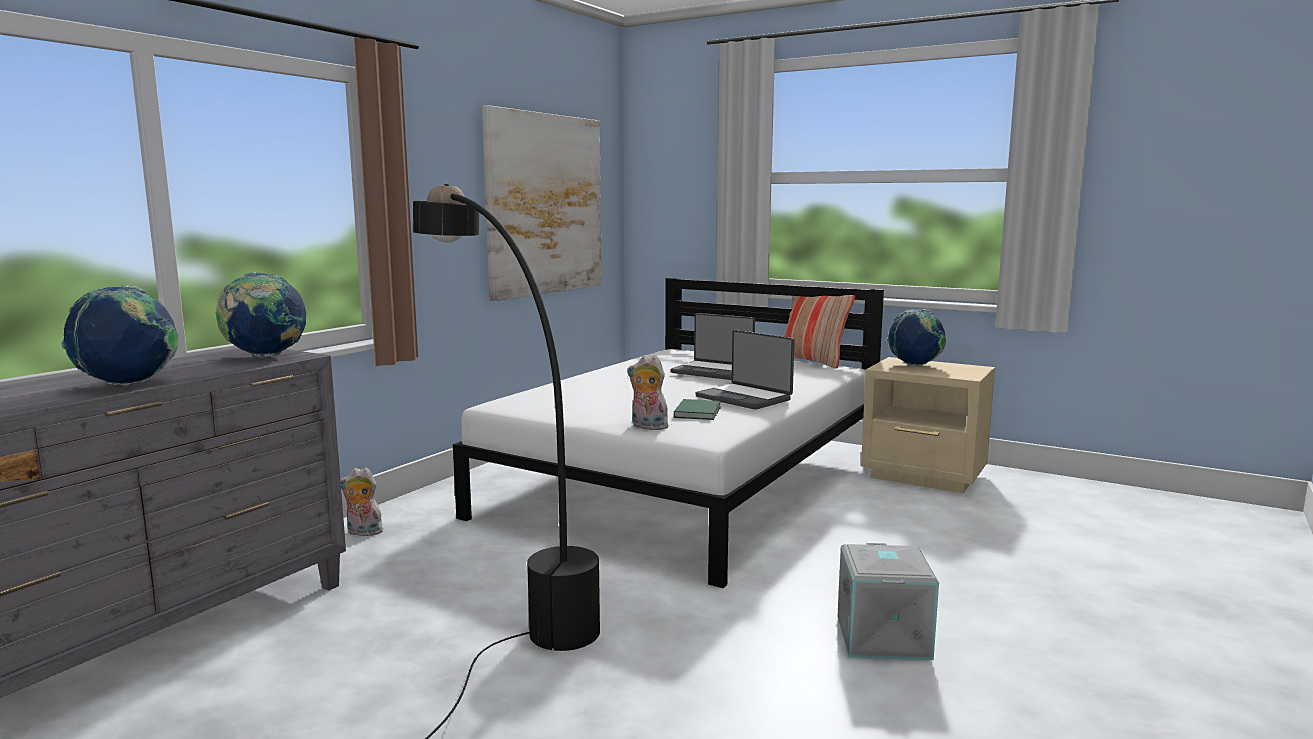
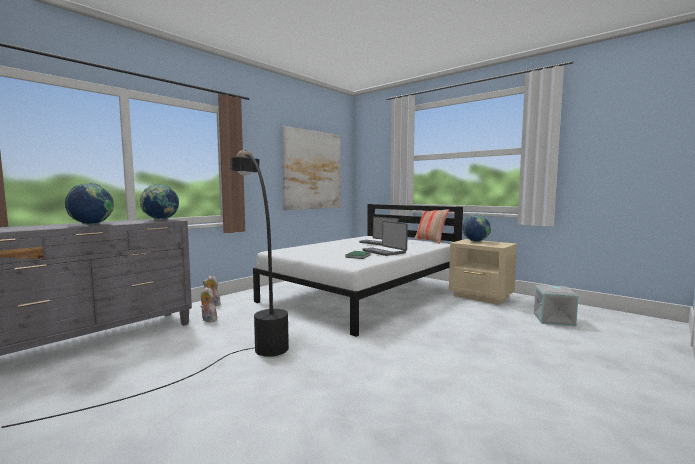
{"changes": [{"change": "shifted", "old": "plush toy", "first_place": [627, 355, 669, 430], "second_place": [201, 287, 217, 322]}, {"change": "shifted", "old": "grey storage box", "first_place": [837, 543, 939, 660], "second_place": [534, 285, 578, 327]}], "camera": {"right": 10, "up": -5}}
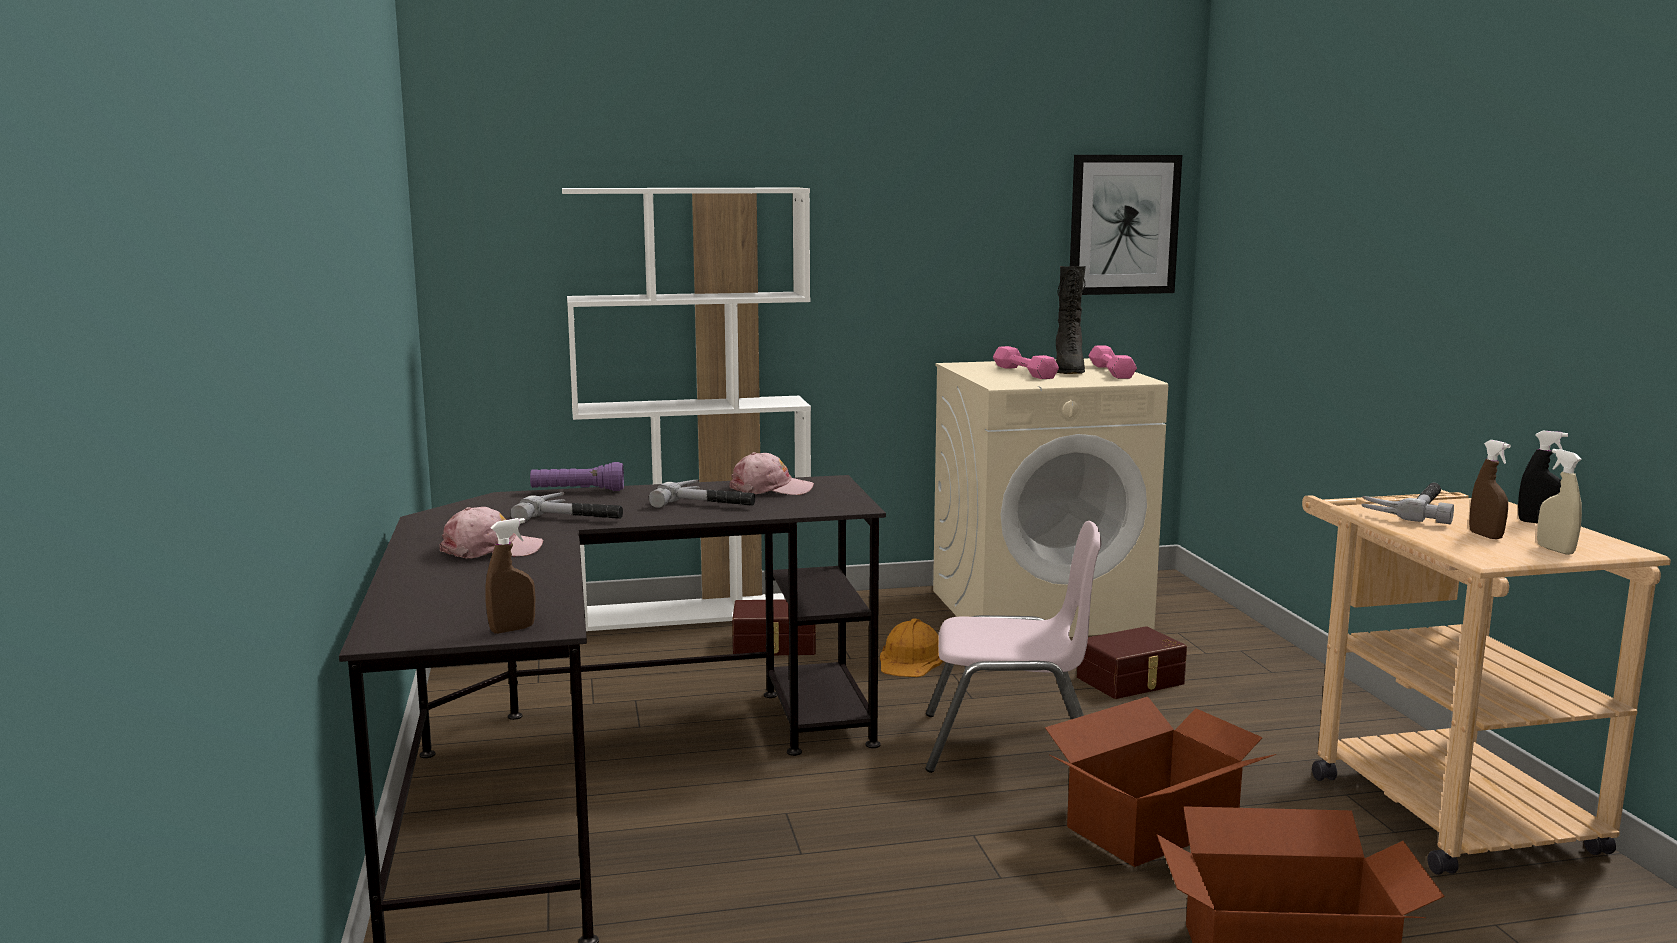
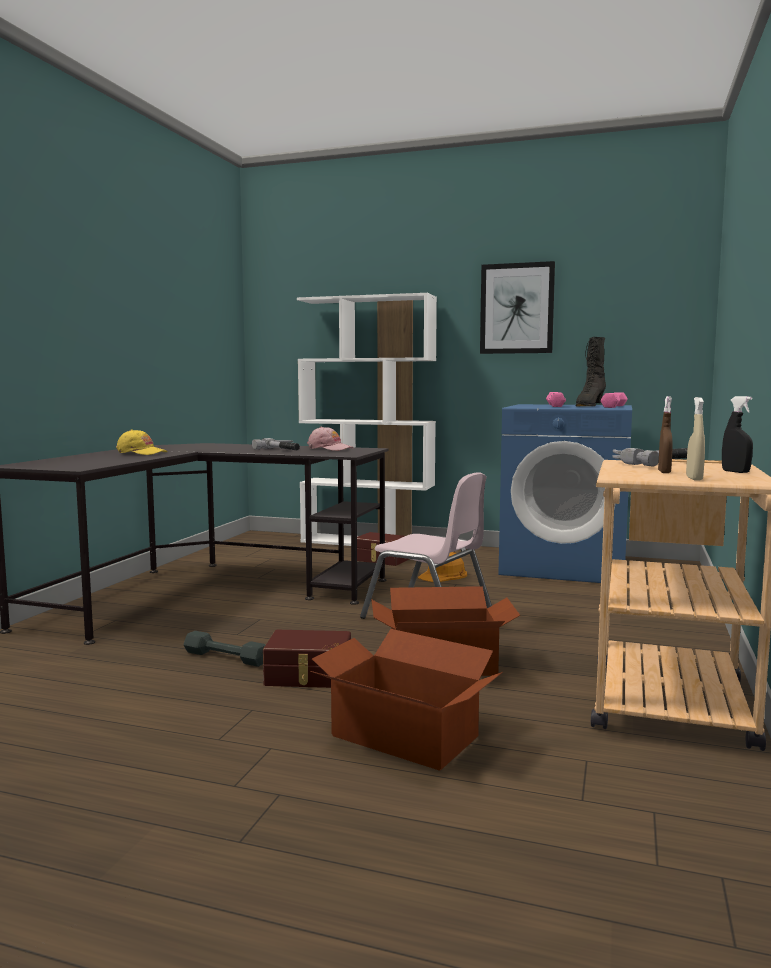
{"changes": [{"change": "repainted", "old": "pink cap", "new": "yellow cap", "first_place": [440, 507, 543, 558], "second_place": [116, 429, 168, 455]}, {"change": "new", "new": "grey dumbbell", "second_place": [183, 631, 265, 667]}, {"change": "shifted", "old": "brown storage box", "first_place": [1077, 626, 1187, 699], "second_place": [263, 630, 351, 688]}, {"change": "shifted", "old": "picture", "first_place": [1070, 155, 1182, 295], "second_place": [480, 261, 555, 354]}, {"change": "repainted", "old": "beige washing machine", "new": "blue washing machine", "first_place": [933, 358, 1168, 637], "second_place": [499, 404, 632, 583]}, {"change": "gone", "old": "brown spray bottle", "first_place": [485, 518, 535, 634]}, {"change": "gone", "old": "hammer", "first_place": [510, 492, 623, 522]}, {"change": "gone", "old": "purple flashlight", "first_place": [530, 462, 624, 491]}], "camera": {"right": 30, "up": -5}}
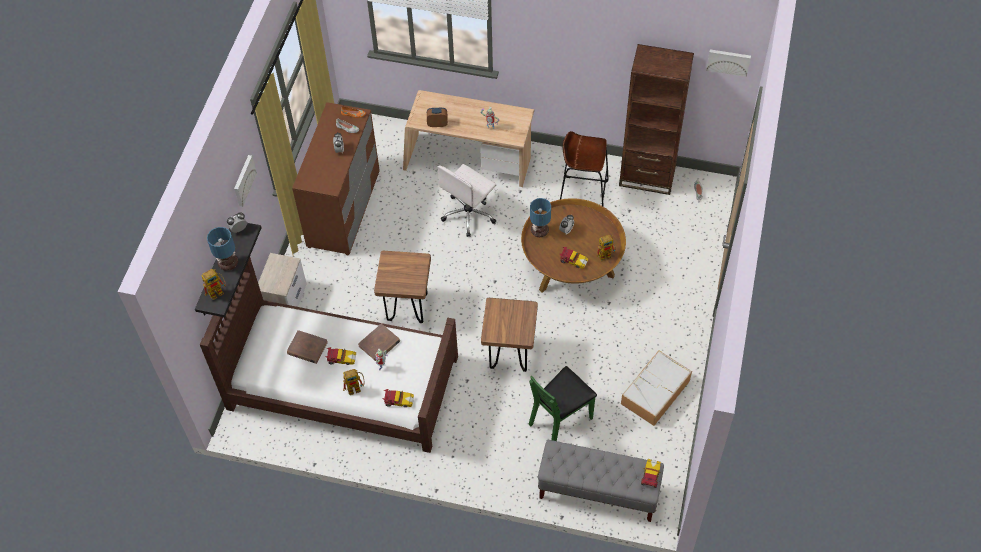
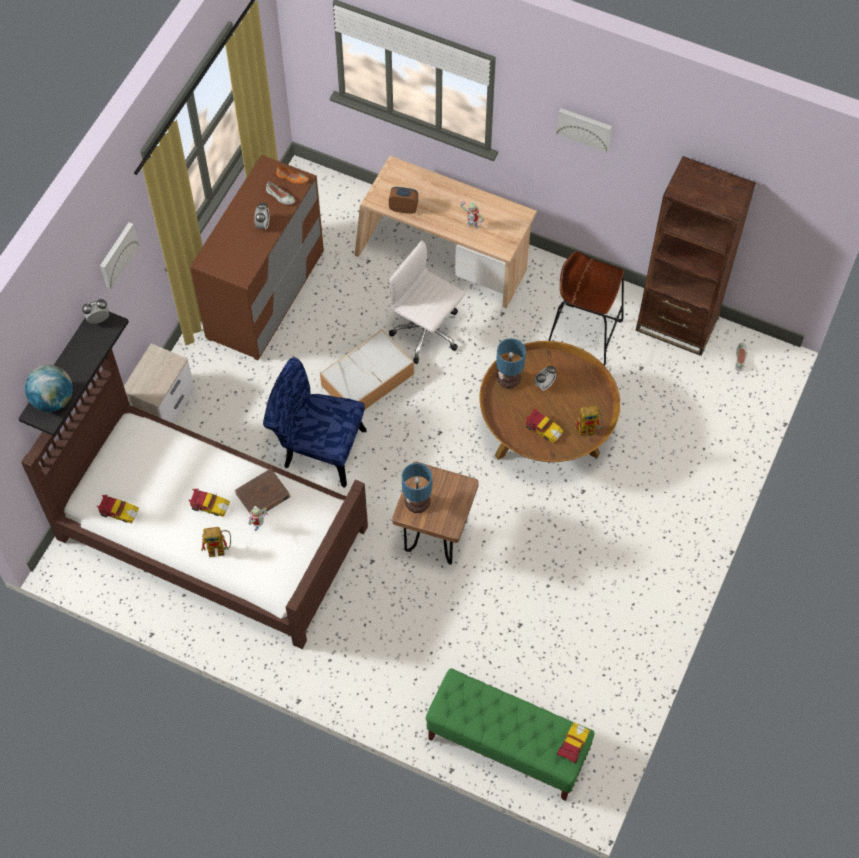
{"changes": [{"change": "swapped", "old": "toy robot", "new": "globe", "first_place": [201, 269, 226, 300], "second_place": [25, 365, 73, 412]}, {"change": "shifted", "old": "toy car", "first_place": [383, 389, 414, 407], "second_place": [97, 495, 139, 523]}, {"change": "swapped", "old": "brown stool", "new": "blue chair", "first_place": [374, 251, 431, 323], "second_place": [263, 357, 366, 488]}, {"change": "shifted", "old": "storage box", "first_place": [621, 350, 692, 426], "second_place": [320, 329, 414, 409]}, {"change": "rotated", "old": "white office chair", "first_place": [437, 164, 496, 237], "second_place": [389, 240, 465, 364], "degrees": 75}, {"change": "shifted", "old": "table lamp", "first_place": [207, 227, 238, 271], "second_place": [402, 463, 432, 513]}, {"change": "repainted", "old": "grey bench", "new": "green bench", "first_place": [538, 440, 664, 522], "second_place": [426, 668, 595, 801]}, {"change": "shifted", "old": "picture", "first_place": [706, 49, 751, 77], "second_place": [556, 108, 612, 152]}, {"change": "gone", "old": "brown book", "first_place": [287, 330, 328, 364]}, {"change": "gone", "old": "green chair", "first_place": [529, 366, 597, 441]}], "camera": {"right": 10, "up": 5}}
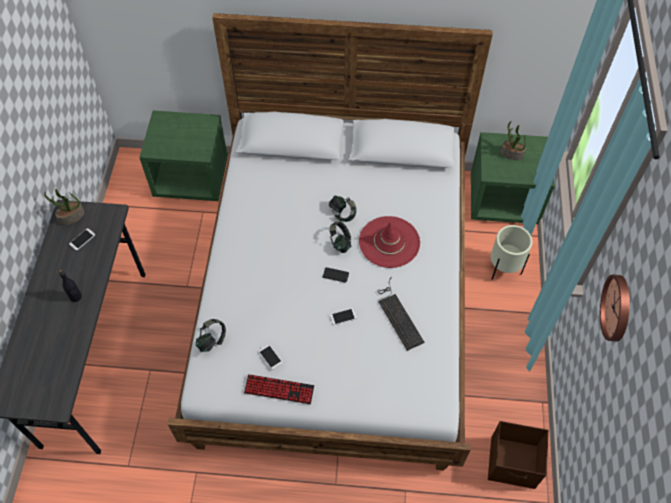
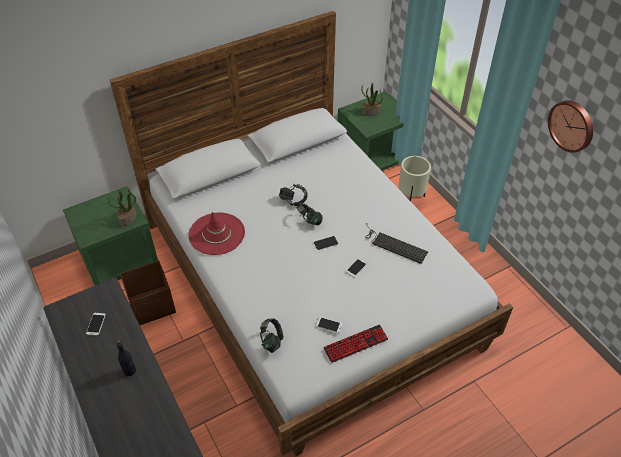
{"changes": [{"change": "shifted", "old": "potted plant", "first_place": [44, 189, 84, 225], "second_place": [108, 189, 136, 227]}, {"change": "shifted", "old": "brown storage box", "first_place": [488, 421, 549, 489], "second_place": [120, 261, 176, 325]}, {"change": "shifted", "old": "red hat", "first_place": [359, 216, 420, 268], "second_place": [188, 212, 245, 255]}], "camera": {"right": -35, "up": -10}}
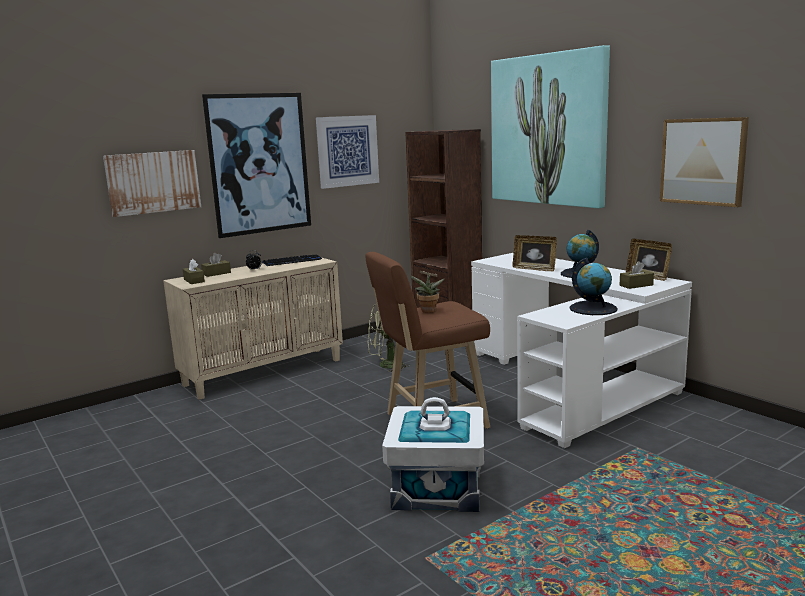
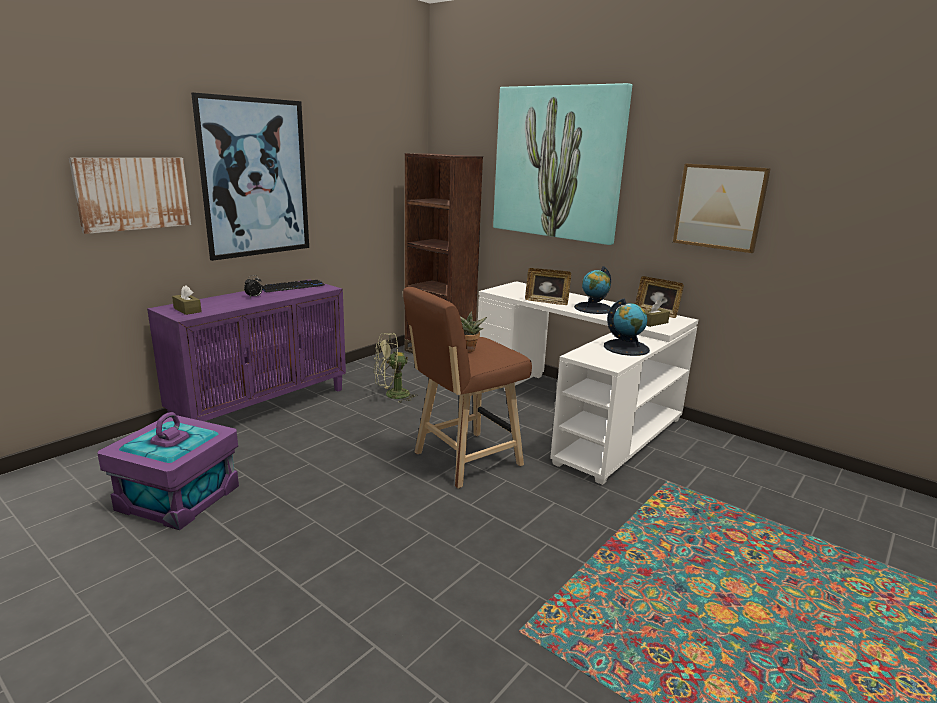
{"changes": [{"change": "new", "new": "purple storage box", "second_place": [97, 412, 239, 530]}, {"change": "repainted", "old": "beige cabinet", "new": "purple cabinet", "first_place": [163, 255, 343, 400], "second_place": [147, 279, 346, 421]}, {"change": "gone", "old": "brown tissue box", "first_place": [201, 253, 231, 277]}, {"change": "gone", "old": "picture", "first_place": [316, 115, 379, 189]}, {"change": "gone", "old": "white storage box", "first_place": [382, 397, 484, 512]}], "camera": {"right": -15, "up": 5}}
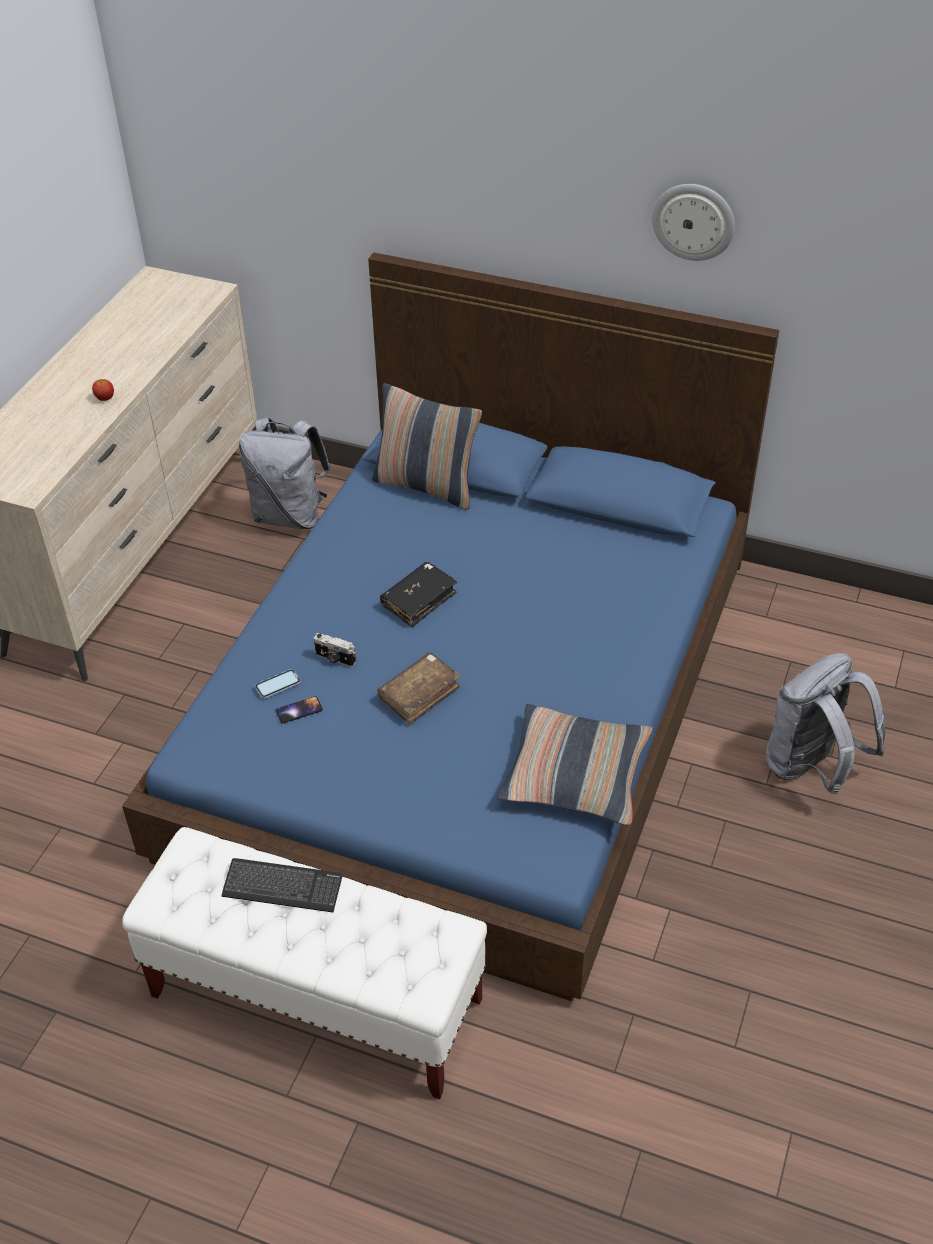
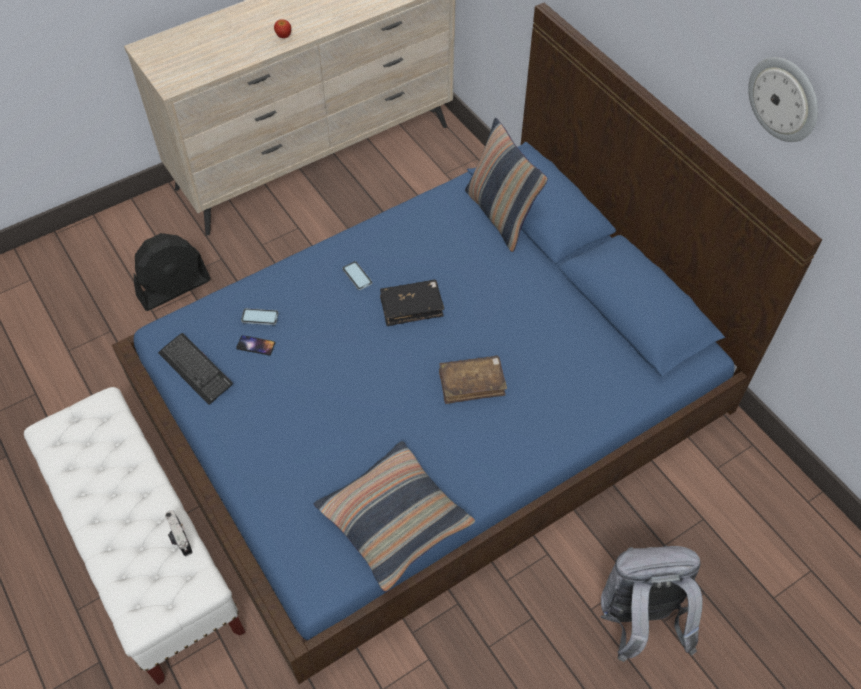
{"changes": [{"change": "new", "new": "black fan", "second_place": [134, 233, 211, 311]}, {"change": "shifted", "old": "keyboard", "first_place": [221, 858, 342, 912], "second_place": [158, 333, 233, 405]}, {"change": "shifted", "old": "photo camera", "first_place": [314, 633, 356, 667], "second_place": [165, 510, 193, 556]}, {"change": "new", "new": "phone", "second_place": [342, 261, 373, 290]}, {"change": "shifted", "old": "brown book", "first_place": [378, 653, 461, 725], "second_place": [439, 355, 507, 404]}, {"change": "gone", "old": "grey backpack", "first_place": [239, 417, 331, 529]}], "camera": {"right": 35, "up": 10}}
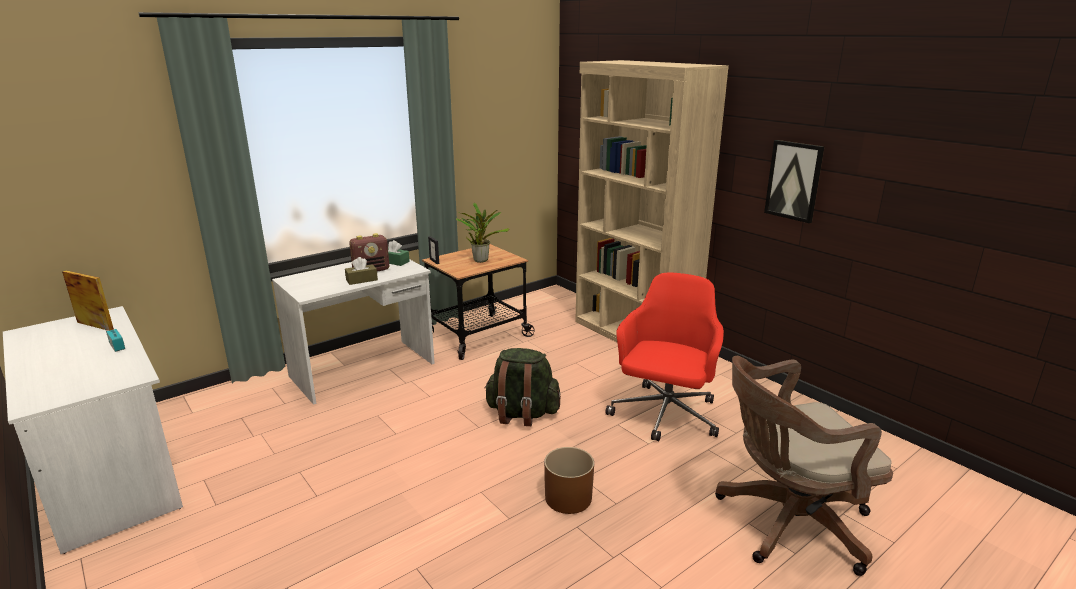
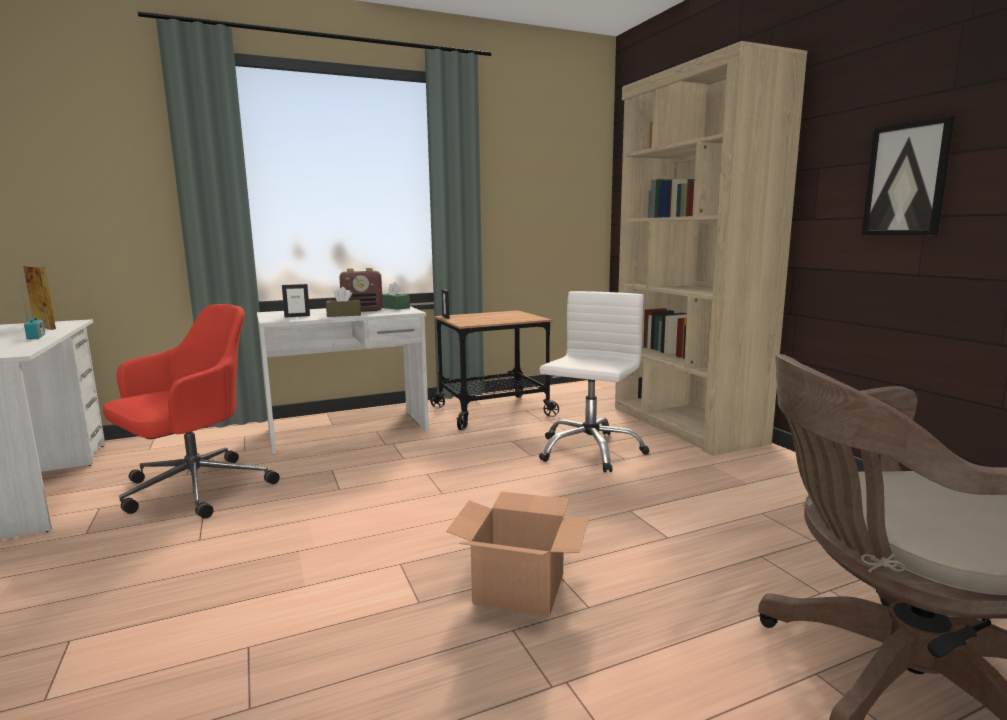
{"changes": [{"change": "shifted", "old": "red office chair", "first_place": [606, 272, 724, 441], "second_place": [103, 304, 280, 519]}, {"change": "new", "new": "picture frame", "second_place": [282, 284, 310, 318]}, {"change": "swapped", "old": "brown planter", "new": "cardboard box", "first_place": [544, 447, 594, 514], "second_place": [446, 491, 589, 617]}, {"change": "new", "new": "white office chair", "second_place": [539, 291, 649, 473]}, {"change": "gone", "old": "potted plant", "first_place": [456, 202, 509, 263]}, {"change": "gone", "old": "green backpack", "first_place": [485, 348, 561, 426]}], "camera": {"right": 15, "up": -10}}
